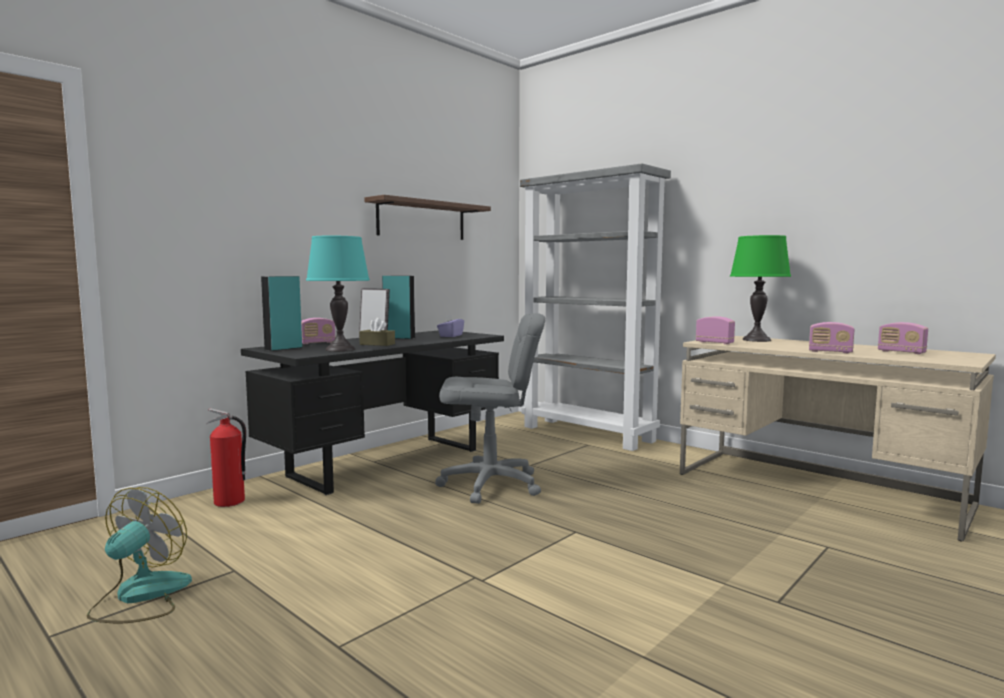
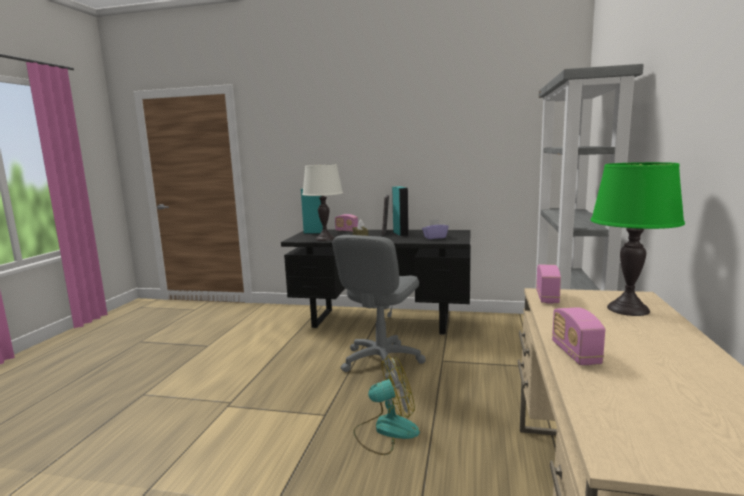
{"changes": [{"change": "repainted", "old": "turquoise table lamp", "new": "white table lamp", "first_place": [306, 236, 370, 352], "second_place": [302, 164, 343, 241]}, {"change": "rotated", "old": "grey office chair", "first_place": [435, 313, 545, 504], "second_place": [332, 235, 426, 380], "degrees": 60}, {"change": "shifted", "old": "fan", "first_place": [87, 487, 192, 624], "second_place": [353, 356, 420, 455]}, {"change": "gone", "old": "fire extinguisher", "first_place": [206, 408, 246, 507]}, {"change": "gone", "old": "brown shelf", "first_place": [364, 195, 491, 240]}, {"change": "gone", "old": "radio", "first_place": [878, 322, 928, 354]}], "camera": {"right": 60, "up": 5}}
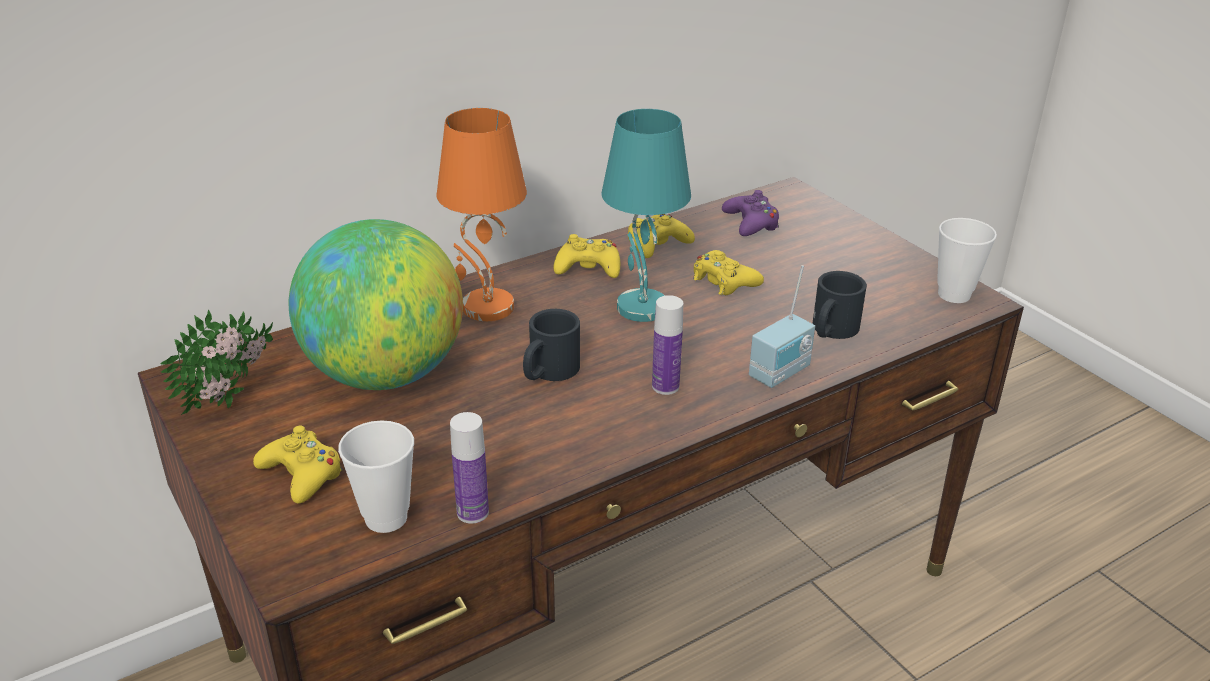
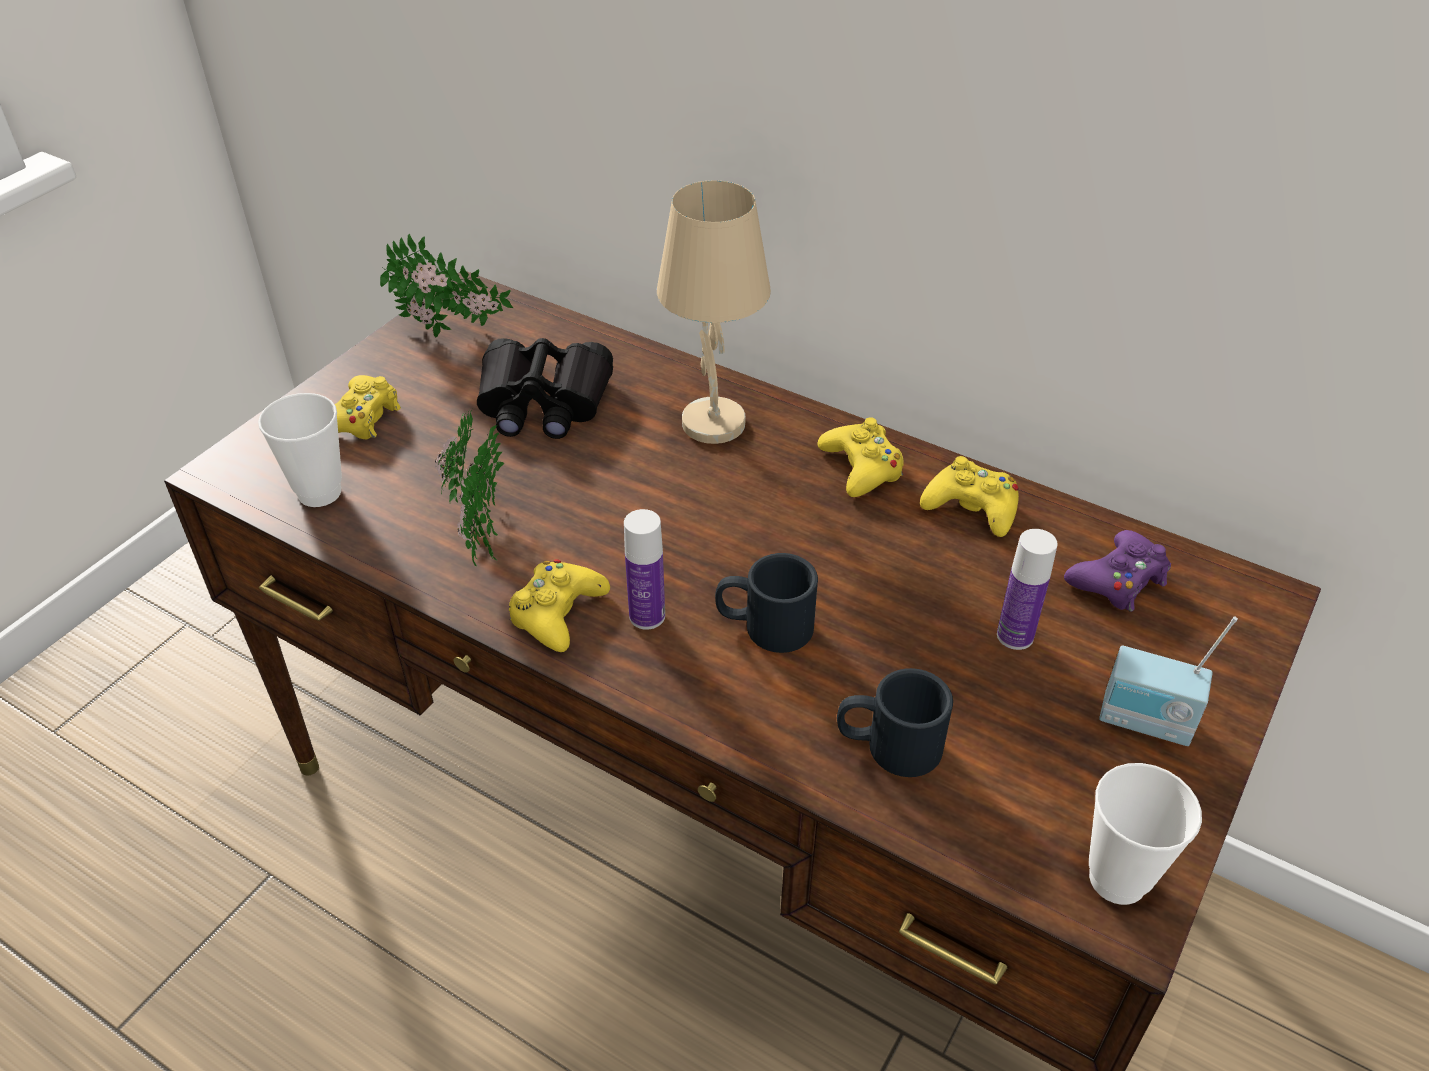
{"changes": [{"change": "new", "new": "potted plant", "second_place": [435, 409, 505, 566]}, {"change": "swapped", "old": "globe", "new": "black binoculars", "first_place": [289, 219, 463, 390], "second_place": [477, 338, 613, 439]}, {"change": "shifted", "old": "yellow game controller", "first_place": [693, 250, 764, 295], "second_place": [509, 559, 610, 652]}, {"change": "repainted", "old": "orange table lamp", "new": "beige table lamp", "first_place": [436, 108, 527, 321], "second_place": [657, 180, 771, 444]}, {"change": "shifted", "old": "black mug", "first_place": [523, 309, 580, 381], "second_place": [715, 553, 818, 653]}, {"change": "shifted", "old": "bottle", "first_place": [450, 412, 489, 524], "second_place": [997, 529, 1058, 650]}, {"change": "shifted", "old": "radio", "first_place": [749, 265, 815, 388], "second_place": [1099, 617, 1238, 746]}, {"change": "gone", "old": "turquoise table lamp", "first_place": [601, 109, 691, 322]}], "camera": {"right": 65, "up": 10}}
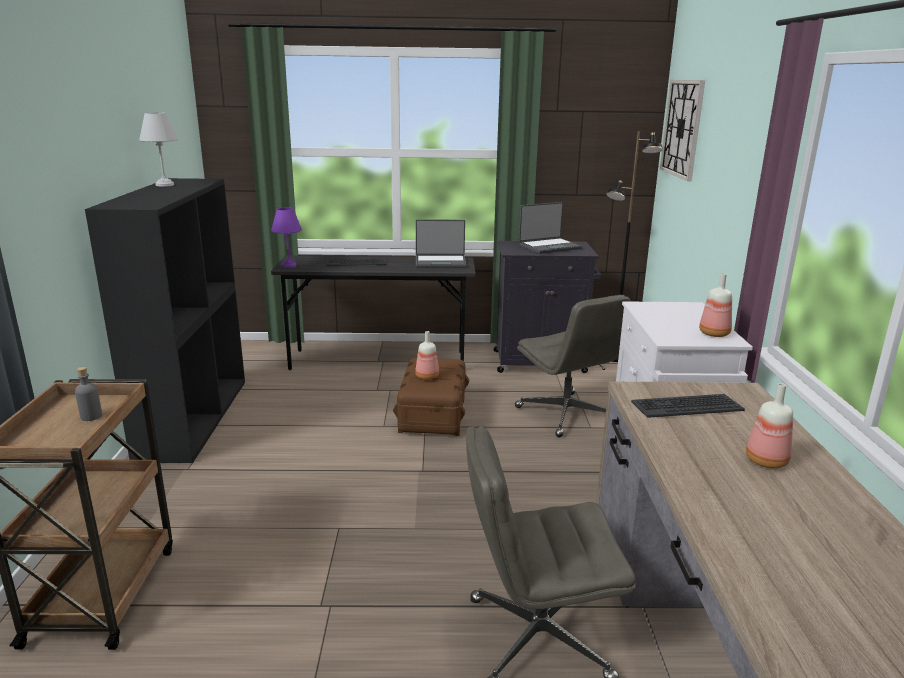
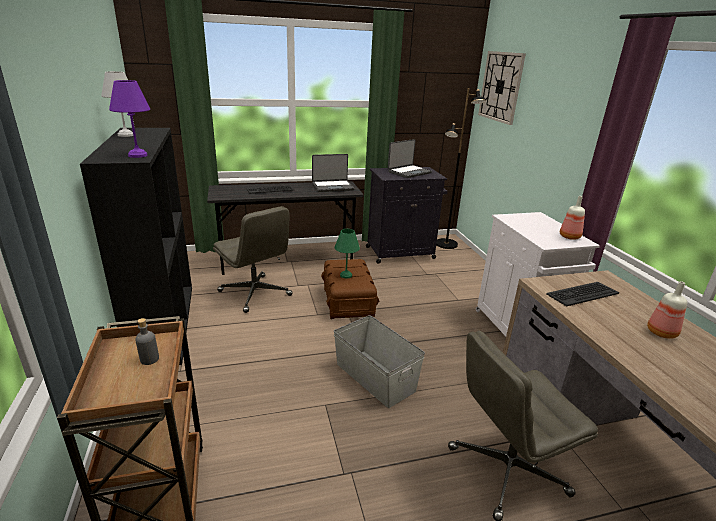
{"changes": [{"change": "shifted", "old": "purple table lamp", "first_place": [271, 207, 302, 268], "second_place": [109, 80, 150, 158]}, {"change": "shifted", "old": "grey office chair", "first_place": [515, 295, 631, 437], "second_place": [213, 206, 293, 313]}, {"change": "new", "new": "grey storage box", "second_place": [334, 315, 425, 408]}, {"change": "swapped", "old": "bottle", "new": "green table lamp", "first_place": [415, 331, 439, 380], "second_place": [335, 229, 360, 278]}], "camera": {"right": -15, "up": 5}}
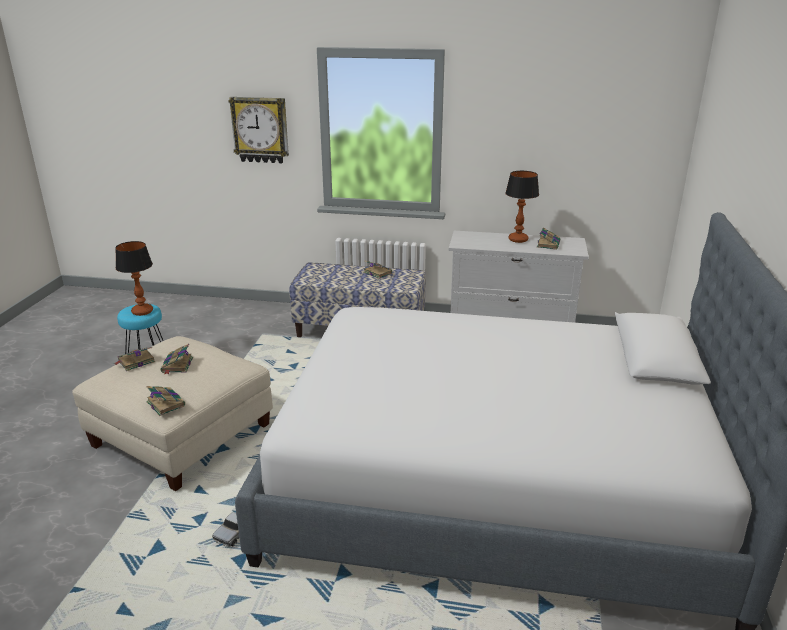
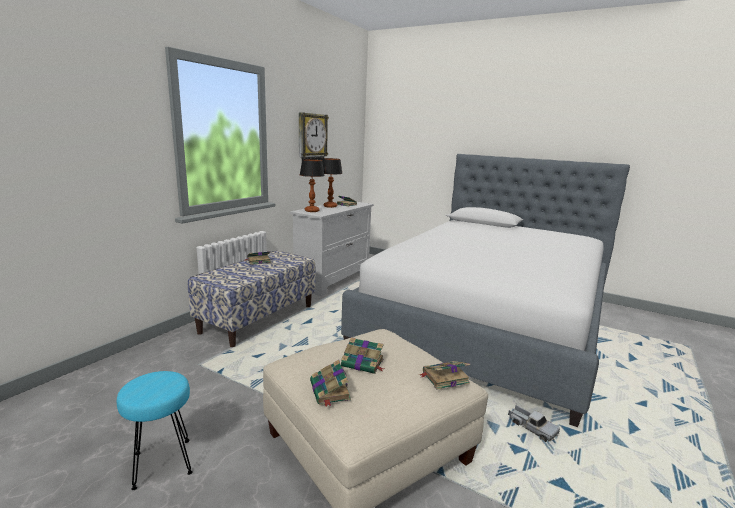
{"changes": [{"change": "shifted", "old": "wall clock", "first_place": [228, 97, 289, 163], "second_place": [299, 112, 329, 160]}, {"change": "shifted", "old": "table lamp", "first_place": [115, 241, 153, 316], "second_place": [300, 159, 325, 212]}], "camera": {"right": -70, "up": -10}}
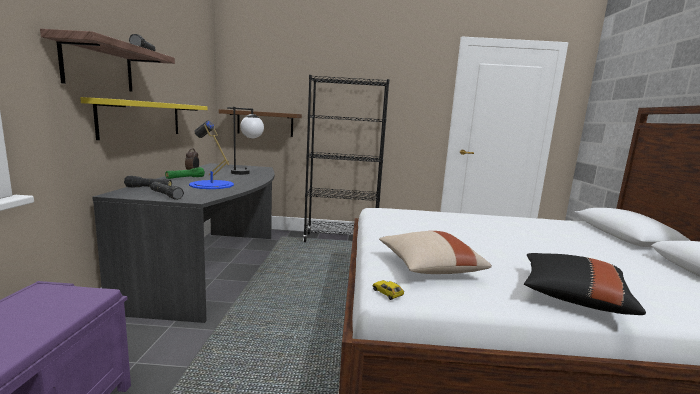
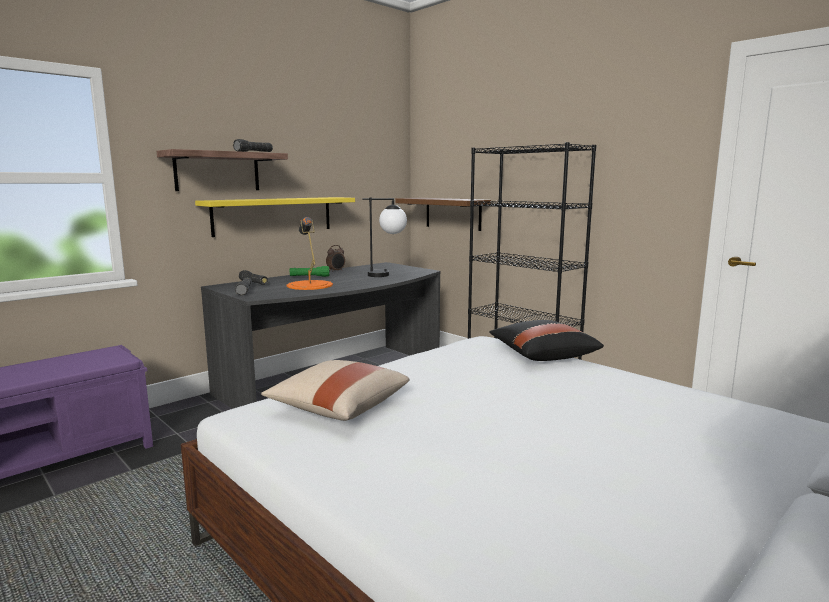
{"changes": [{"change": "repainted", "old": "blue table lamp", "new": "orange table lamp", "first_place": [189, 121, 234, 189], "second_place": [287, 216, 333, 290]}, {"change": "shifted", "old": "black pillow", "first_place": [524, 253, 646, 315], "second_place": [489, 320, 604, 361]}, {"change": "gone", "old": "toy car", "first_place": [373, 280, 404, 300]}], "camera": {"right": 45, "up": 0}}
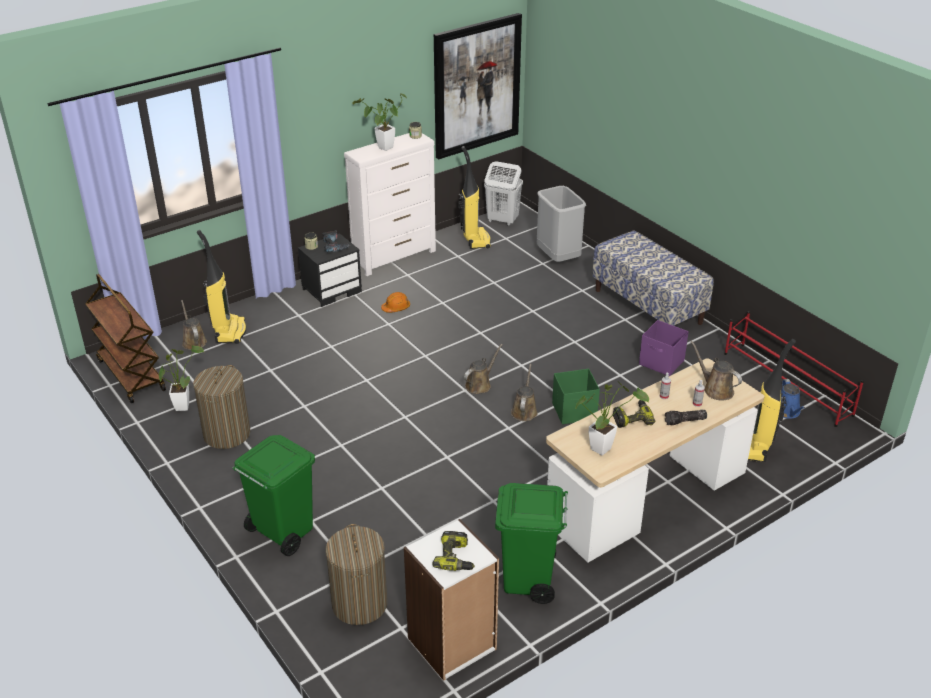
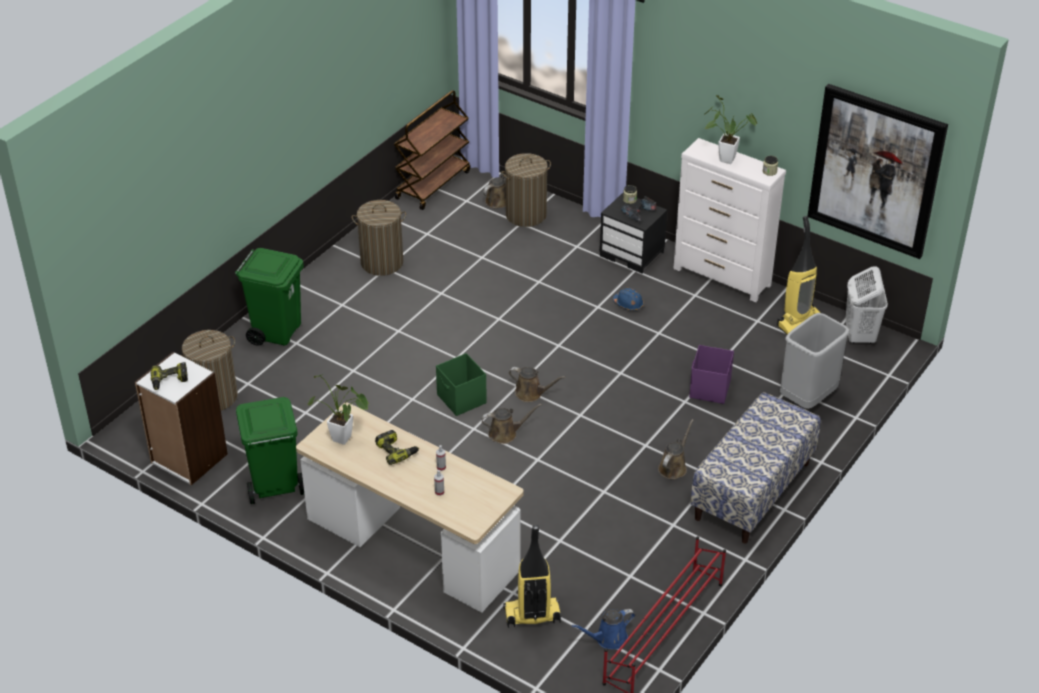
{"changes": [{"change": "shifted", "old": "green storage box", "first_place": [552, 369, 600, 424], "second_place": [436, 353, 487, 416]}, {"change": "swapped", "old": "vacuum cleaner", "new": "laundry basket", "first_place": [197, 230, 246, 344], "second_place": [501, 153, 551, 227]}, {"change": "repainted", "old": "orange hard hat", "new": "blue hard hat", "first_place": [381, 292, 410, 313], "second_place": [613, 288, 644, 311]}, {"change": "shifted", "old": "brown watering can", "first_place": [691, 341, 742, 400], "second_place": [658, 419, 694, 479]}, {"change": "shifted", "old": "purple storage box", "first_place": [639, 320, 689, 376], "second_place": [689, 345, 734, 404]}, {"change": "gone", "old": "potted plant", "first_place": [159, 345, 204, 411]}, {"change": "gone", "old": "flashlight", "first_place": [665, 410, 707, 425]}], "camera": {"right": 70, "up": 5}}
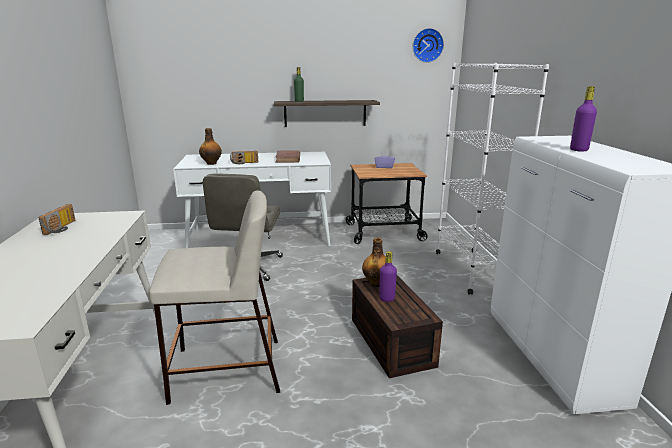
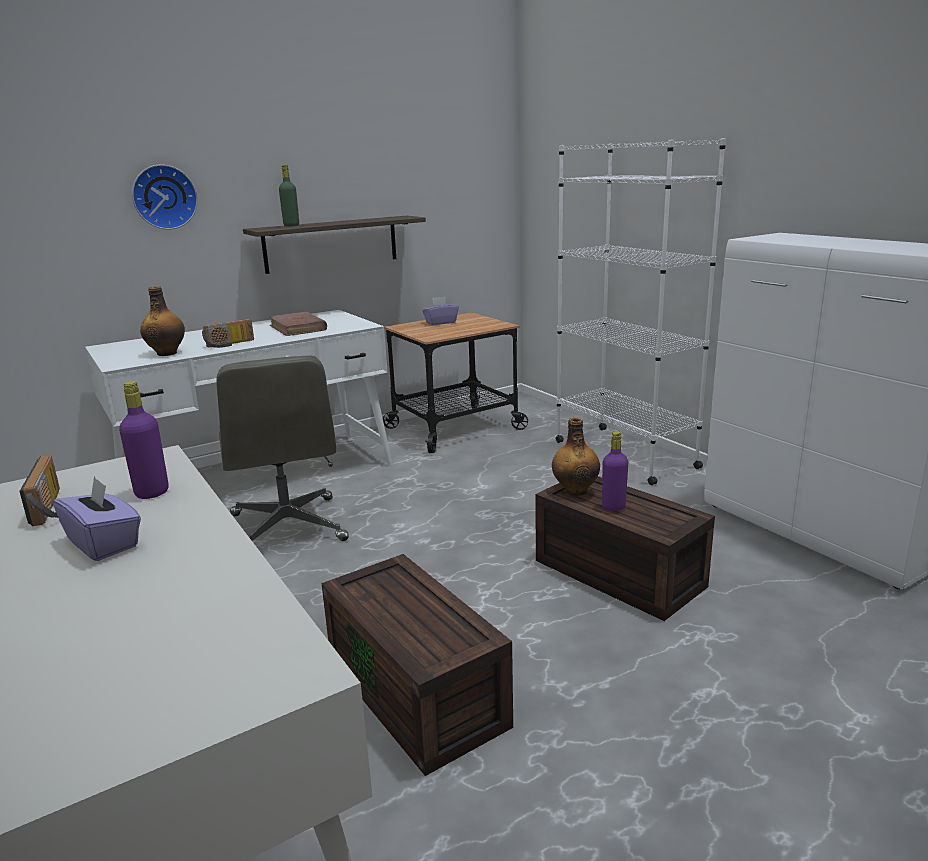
{"changes": [{"change": "new", "new": "purple tissue box", "second_place": [53, 476, 141, 561]}, {"change": "shifted", "old": "purple bottle", "first_place": [570, 86, 597, 151], "second_place": [119, 381, 169, 499]}, {"change": "shifted", "old": "wall clock", "first_place": [413, 28, 444, 63], "second_place": [132, 164, 198, 230]}, {"change": "swapped", "old": "beige stool", "new": "brown storage box", "first_place": [149, 190, 280, 405], "second_place": [321, 554, 513, 776]}], "camera": {"right": -25, "up": 0}}
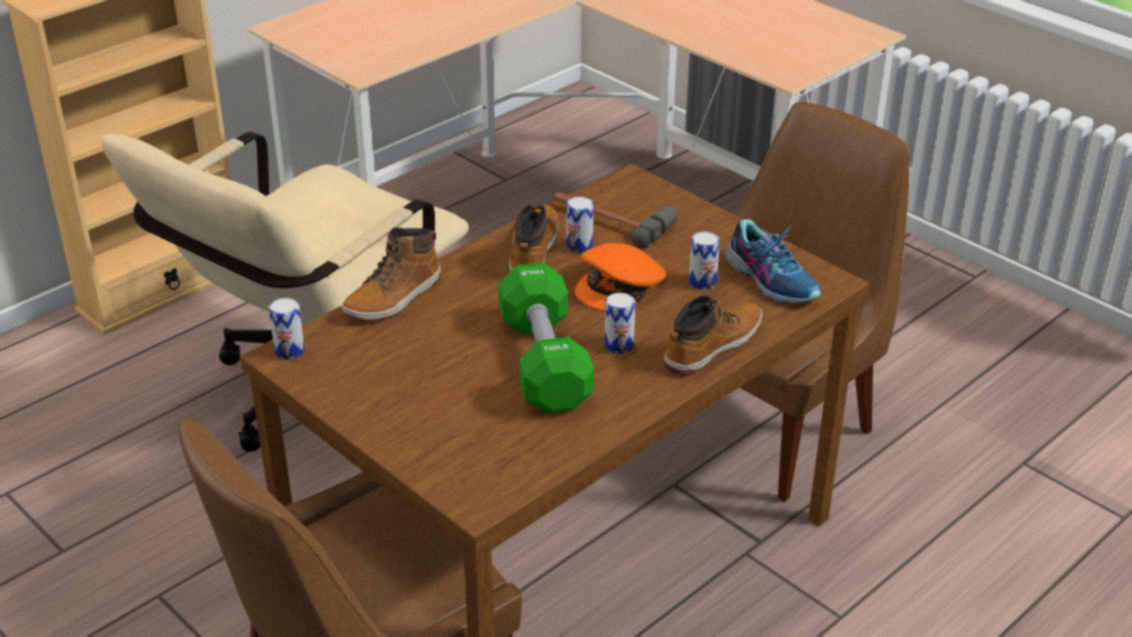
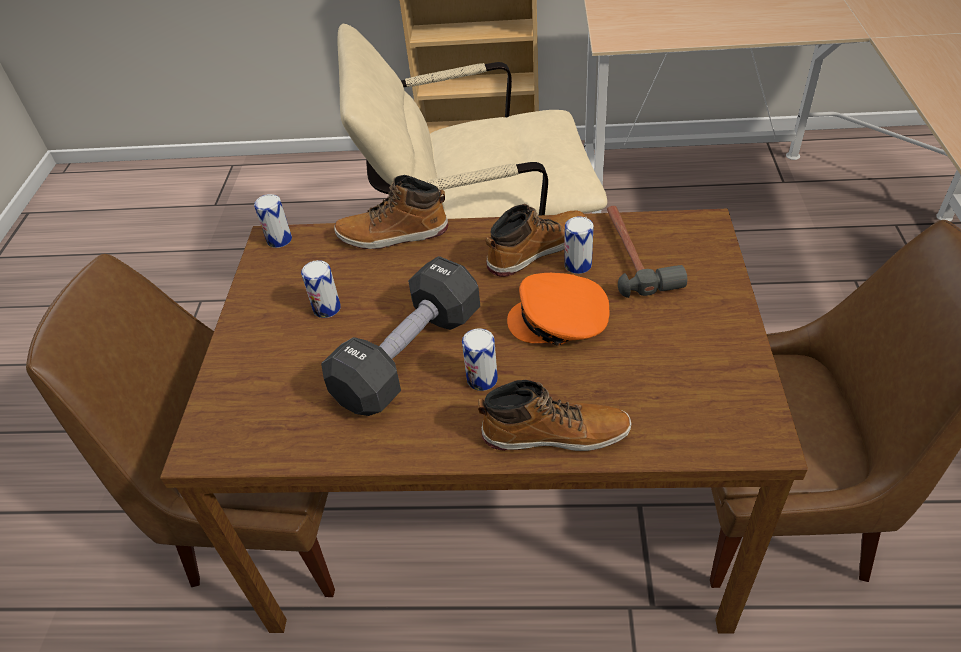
{"changes": [{"change": "shifted", "old": "can", "first_place": [689, 232, 720, 290], "second_place": [301, 260, 341, 318]}, {"change": "repainted", "old": "green dumbbell", "new": "black dumbbell", "first_place": [498, 263, 594, 413], "second_place": [321, 256, 480, 416]}, {"change": "gone", "old": "shoe", "first_place": [725, 219, 821, 304]}], "camera": {"right": 50, "up": 10}}
